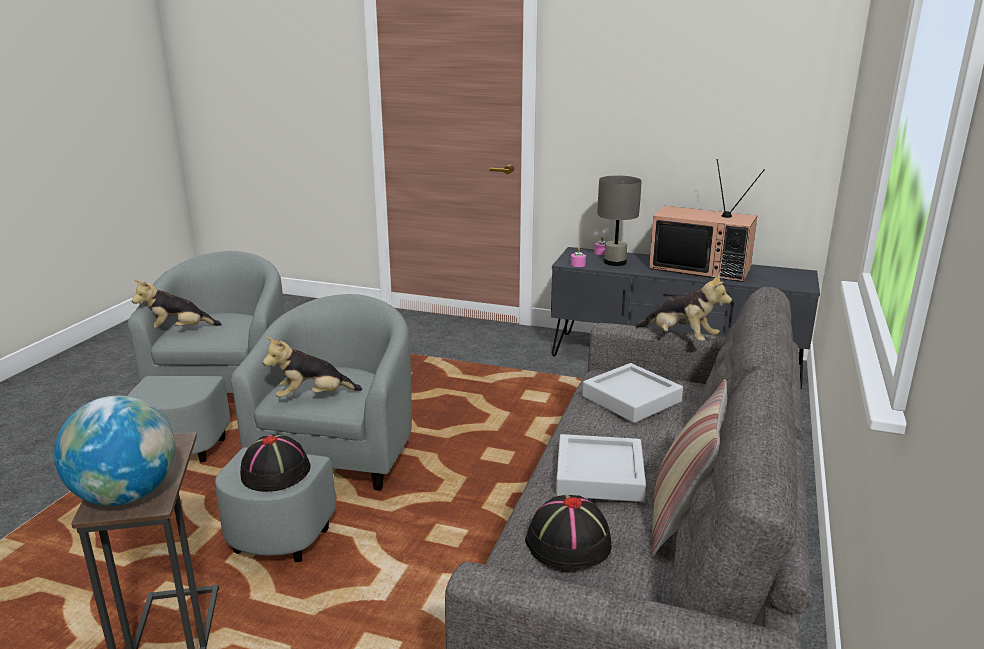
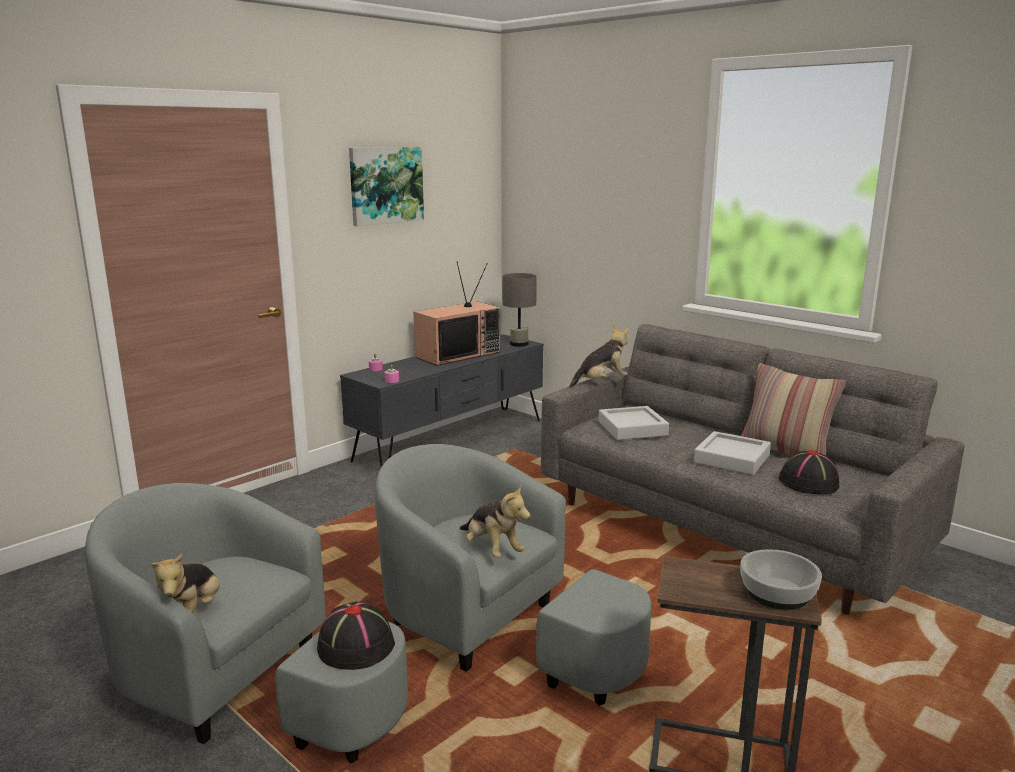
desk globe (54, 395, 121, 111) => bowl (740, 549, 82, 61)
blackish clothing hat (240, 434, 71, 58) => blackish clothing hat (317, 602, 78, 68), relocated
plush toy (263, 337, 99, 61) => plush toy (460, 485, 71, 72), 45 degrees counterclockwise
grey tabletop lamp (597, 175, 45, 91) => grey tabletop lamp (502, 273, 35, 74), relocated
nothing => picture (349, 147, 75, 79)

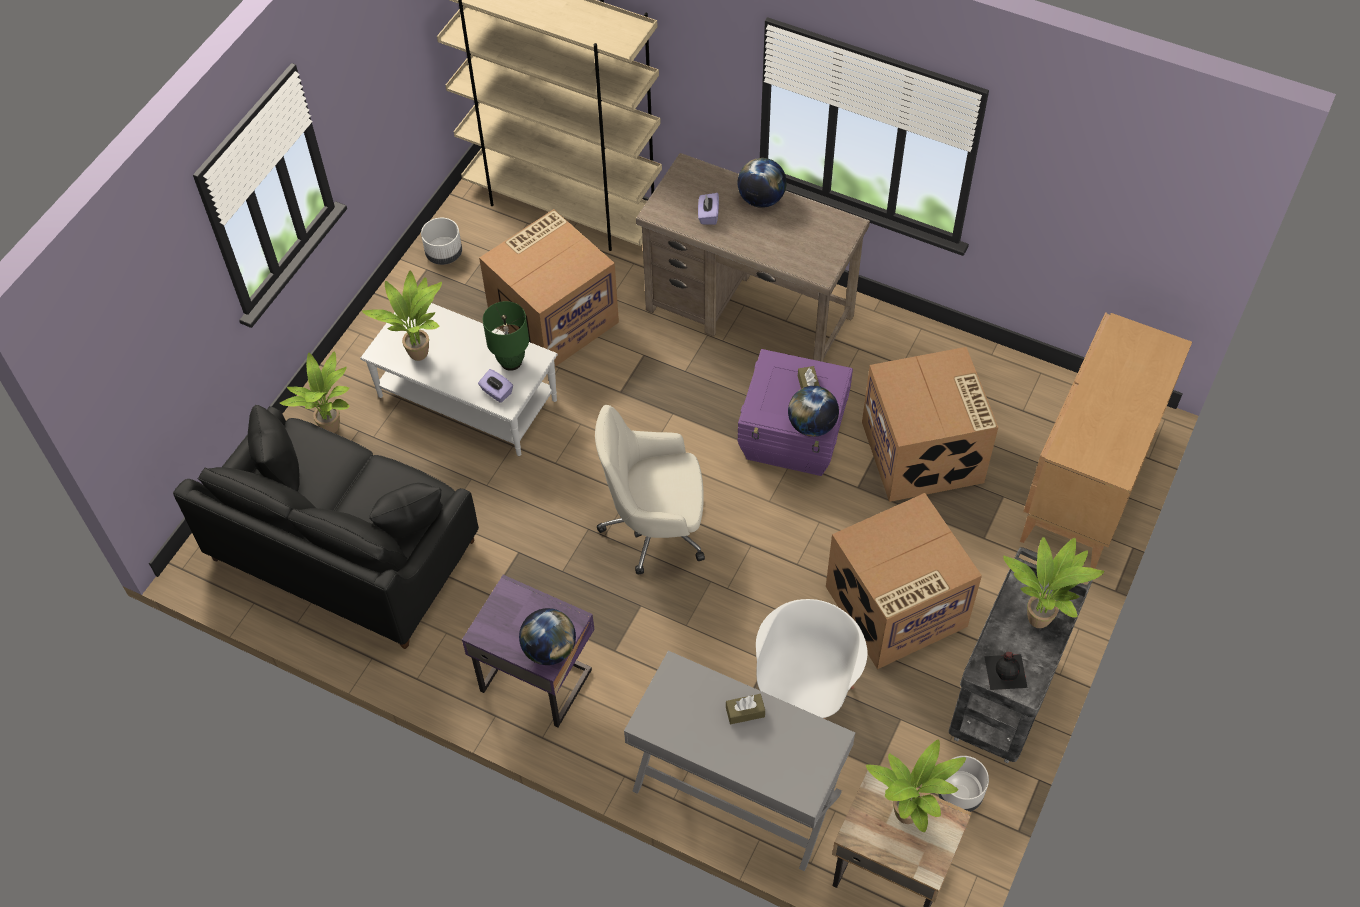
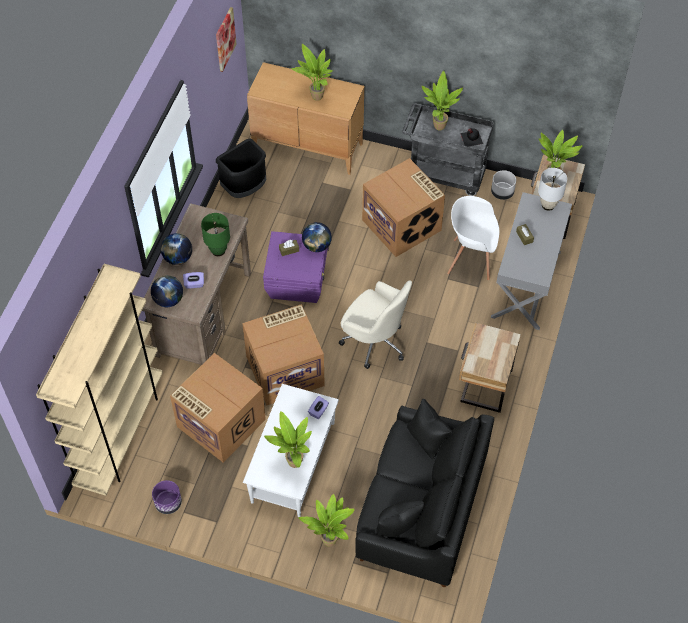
white-coloured planter (421, 218, 41, 47) => purple-coloured planter (152, 480, 30, 34)
purple-coloured night table (462, 575, 133, 152) => beige night table (459, 322, 62, 91)
green tabletop lamp (483, 301, 46, 70) => green tabletop lamp (201, 213, 29, 43), relocated
desk globe (519, 608, 57, 57) => desk globe (151, 275, 32, 32), relocated
beige office chair (595, 405, 110, 169) => beige office chair (339, 281, 73, 88), 45 degrees counterclockwise
cardboard box (862, 347, 136, 155) => cardboard box (242, 304, 83, 102), relocated
nothing => picture (216, 7, 21, 65)
nothing => blackish waste bin (216, 138, 50, 60)
nothing => houseplant (291, 44, 42, 57)
nothing => white-coloured tabletop lamp (538, 168, 29, 43)

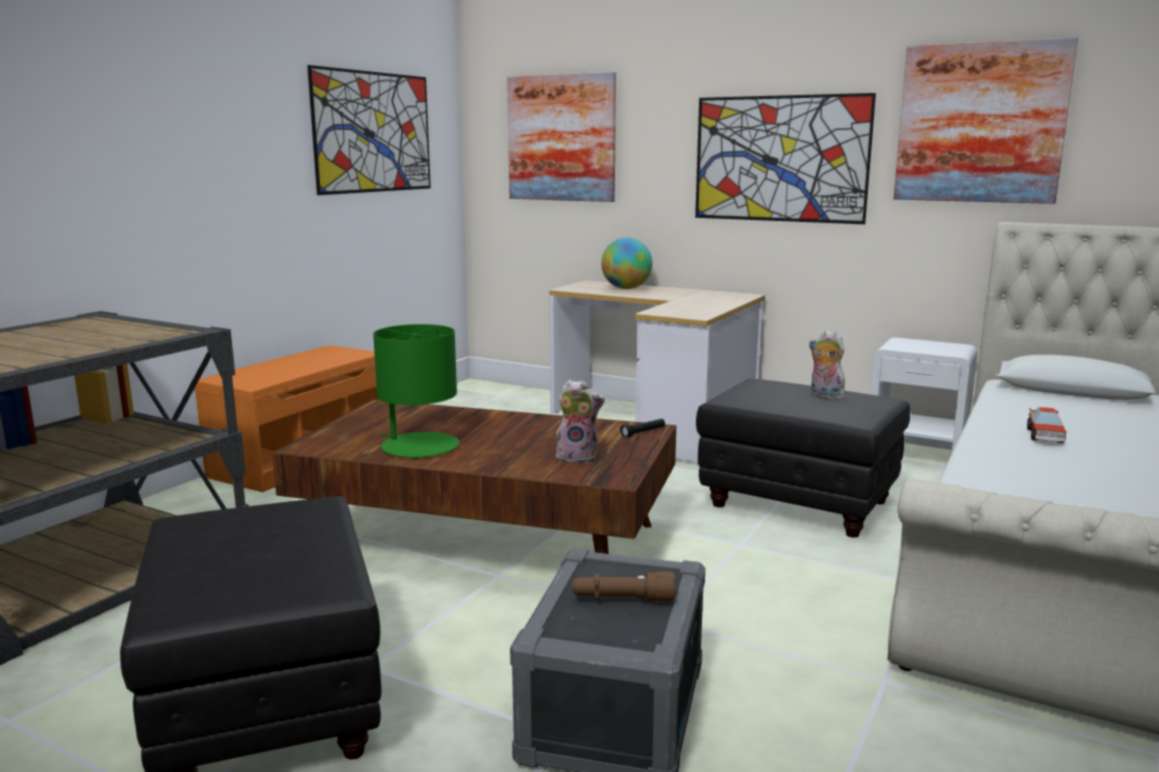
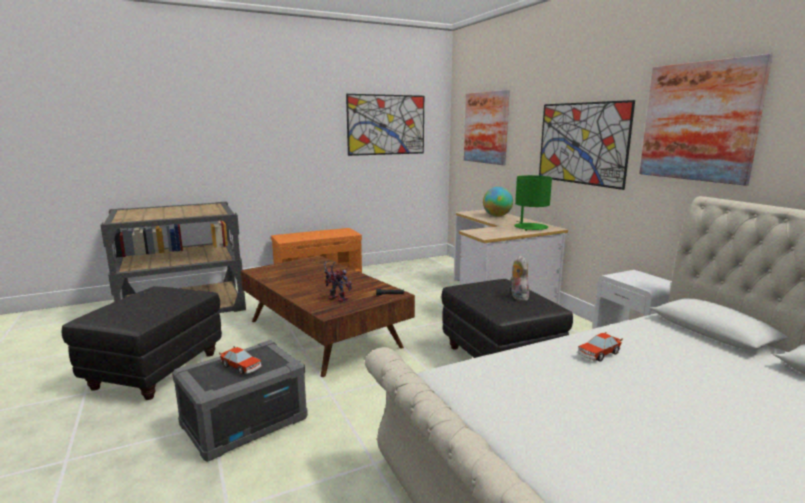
green tabletop lamp (373, 324, 86, 136) => green tabletop lamp (514, 175, 38, 56), relocated
plush toy (554, 380, 51, 83) => model robot (324, 262, 28, 40)
brown-coloured torch (573, 571, 102, 31) => toy car (219, 346, 43, 29)

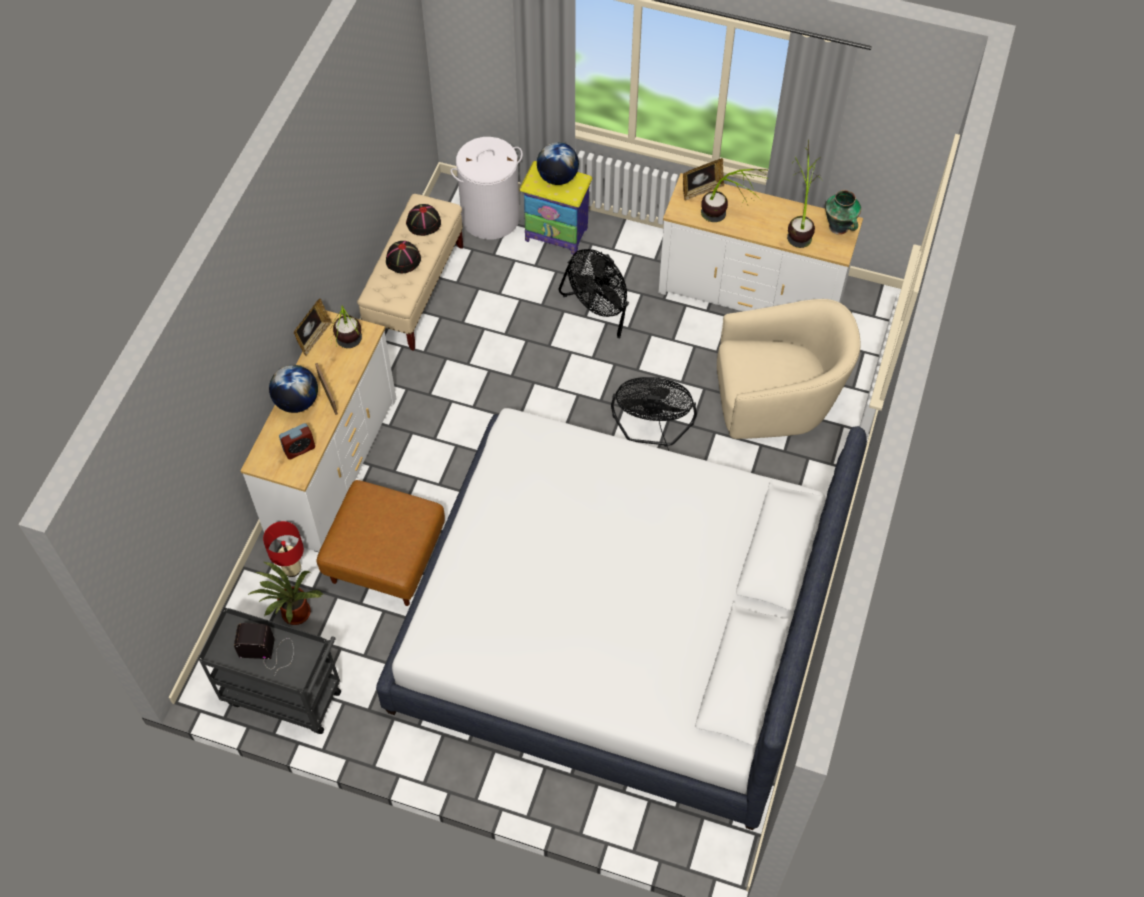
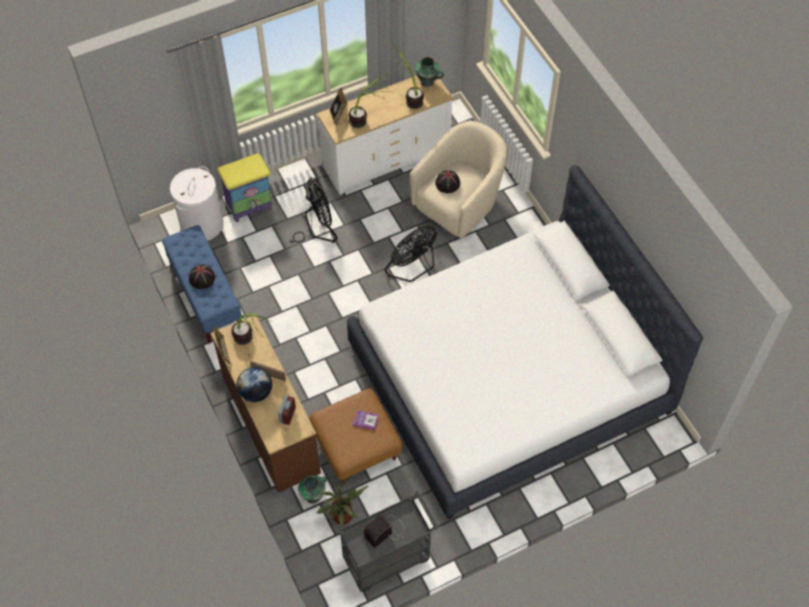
white-coloured drawer chest (241, 310, 156, 242) => brown-coloured drawer chest (211, 316, 110, 177)
reddish tabletop lamp (263, 521, 41, 56) => vase (298, 475, 29, 29)
beige bench (357, 194, 106, 157) => blue bench (162, 225, 80, 119)
blackish clothing hat (406, 204, 35, 32) => blackish clothing hat (435, 170, 25, 23), relocated
desk globe (537, 142, 42, 43) => nothing
blackish fan (559, 249, 70, 89) => blackish fan (289, 177, 48, 66), 105 degrees counterclockwise
nothing => book (353, 410, 26, 20)

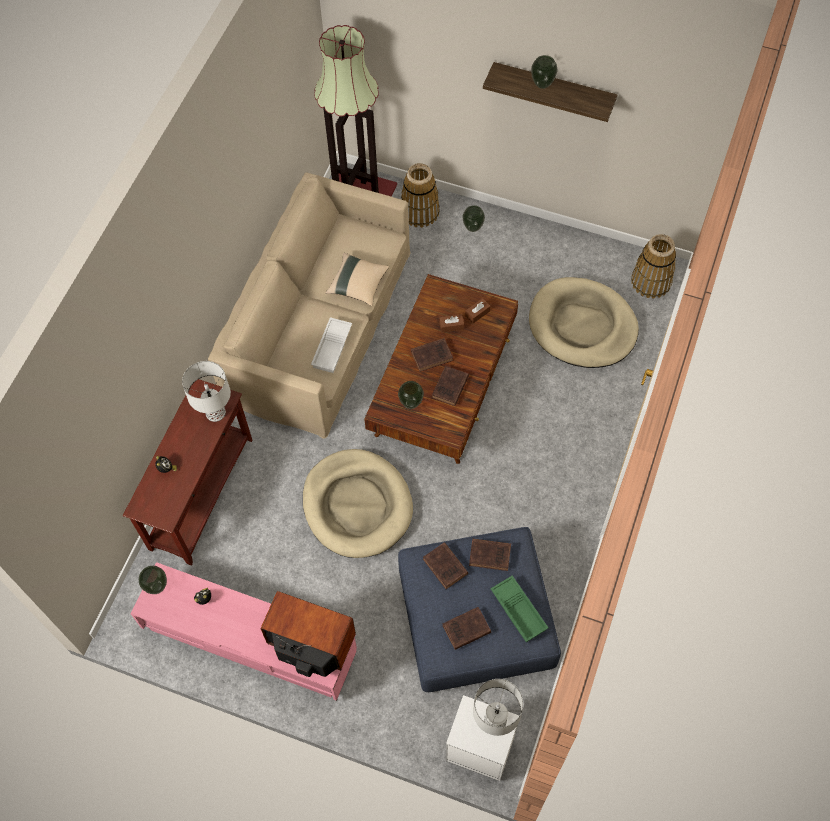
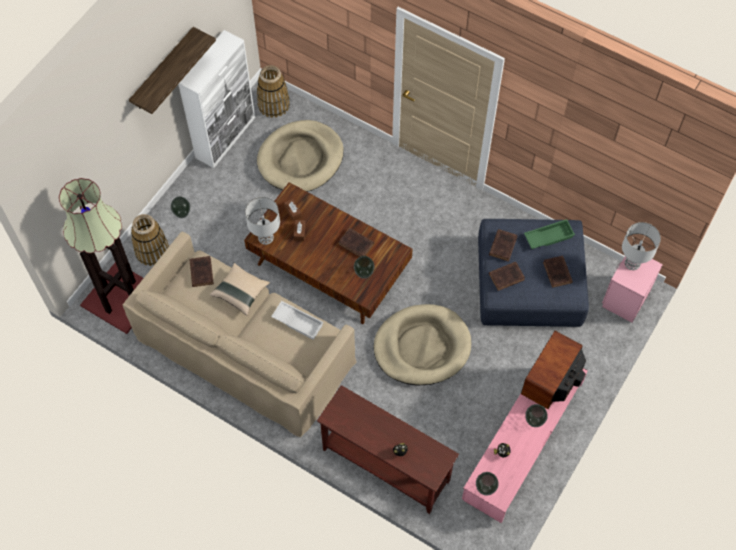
white-coloured tabletop lamp (182, 361, 49, 61) => white-coloured tabletop lamp (245, 197, 35, 48), relocated
brown-coloured book (411, 338, 42, 34) => brown-coloured book (189, 256, 25, 31), relocated
white-coloured night table (445, 695, 74, 86) => pink night table (602, 256, 61, 67)
vase (531, 55, 26, 34) => vase (525, 404, 23, 23), relocated
nothing => white-coloured cabinet (178, 30, 77, 138)

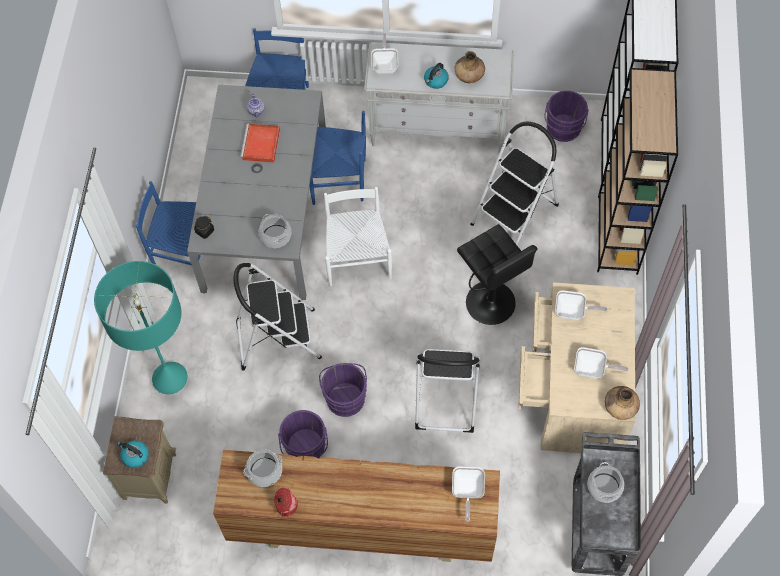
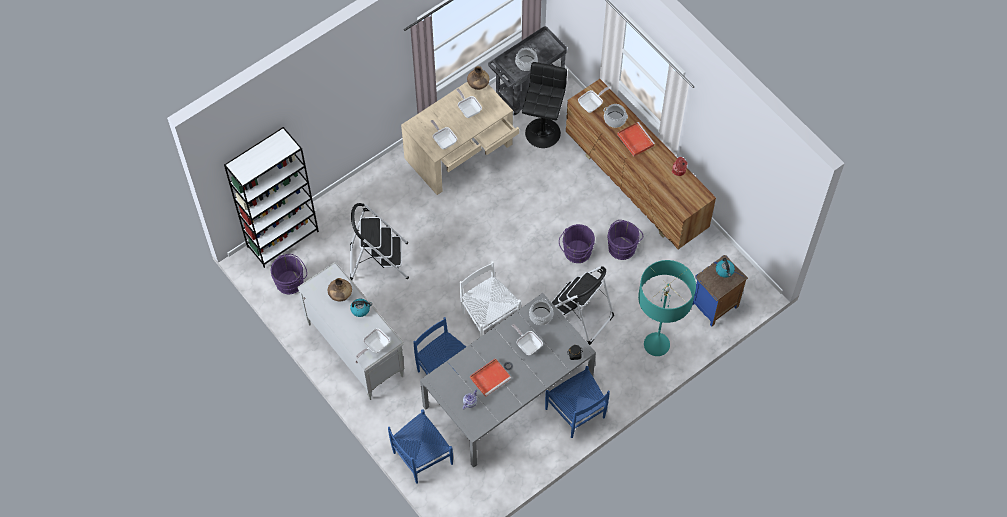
beige night table (103, 416, 73, 88) => blue night table (692, 255, 56, 72)
saucepot (243, 449, 40, 38) => saucepot (603, 104, 25, 24), relocated
white-coloured chair (324, 187, 68, 99) => white-coloured chair (460, 261, 61, 76), 105 degrees clockwise
step ladder (415, 349, 65, 84) => nothing
blackish stool (457, 224, 81, 101) => blackish stool (522, 62, 45, 86), relocated
beige bookcase (597, 68, 81, 207) => nothing
nothing => pan (512, 324, 31, 31)
nothing => reddish carrying tray (617, 122, 38, 34)

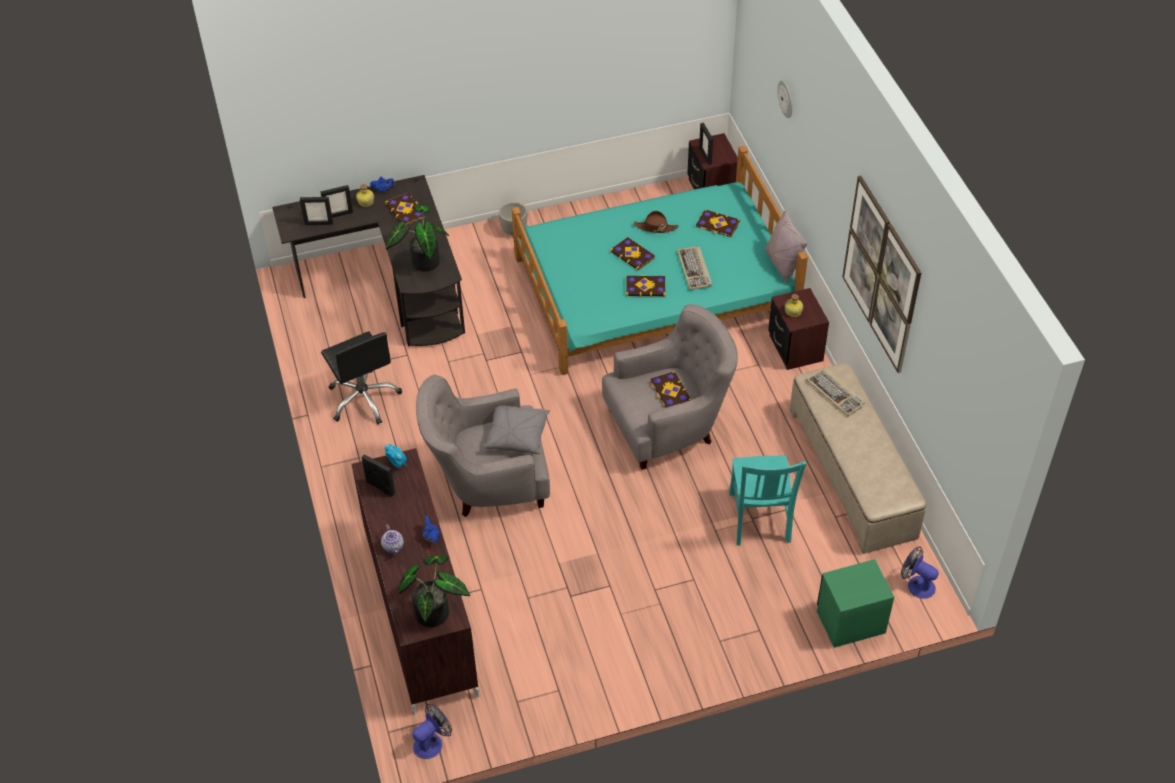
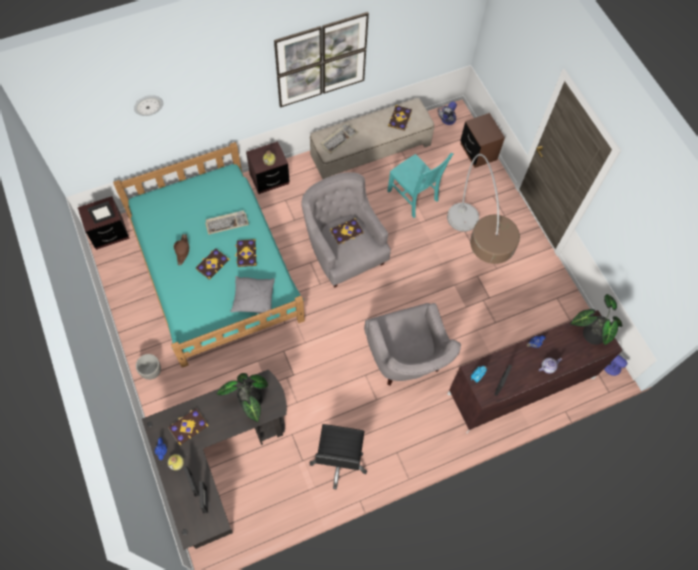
blackish office chair (321, 331, 81, 93) => blackish office chair (309, 424, 58, 65), 135 degrees clockwise
grey throw pillow (482, 405, 68, 49) => grey throw pillow (230, 276, 45, 40), relocated
book (696, 209, 44, 28) => book (388, 105, 24, 26), relocated
blue-green chair (729, 456, 77, 90) => blue-green chair (387, 153, 67, 65), 60 degrees clockwise
purple-coloured throw pillow (765, 209, 42, 74) => nothing
green night table (817, 559, 77, 89) => brown-coloured night table (460, 113, 45, 55)
nothing => standard lamp (447, 154, 73, 110)

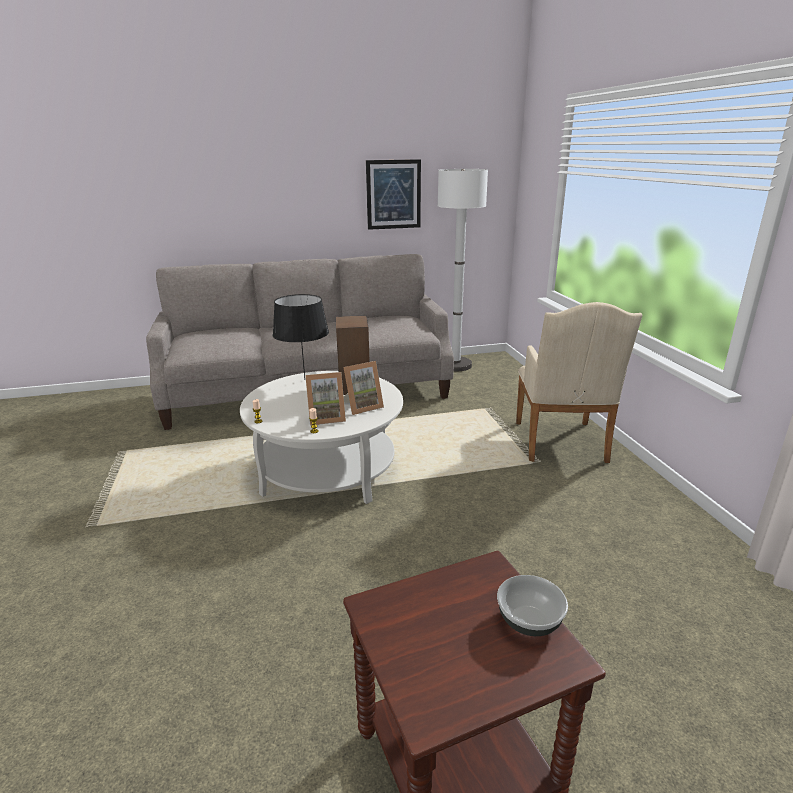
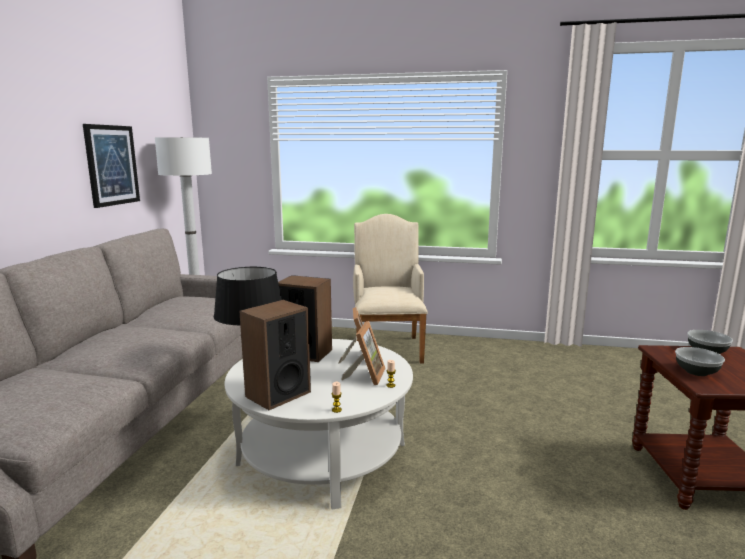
beige armchair (516, 302, 126, 161) => beige armchair (353, 214, 75, 149), 120 degrees counterclockwise
nothing => loudspeaker (239, 300, 72, 110)
nothing => bowl (675, 347, 50, 29)

